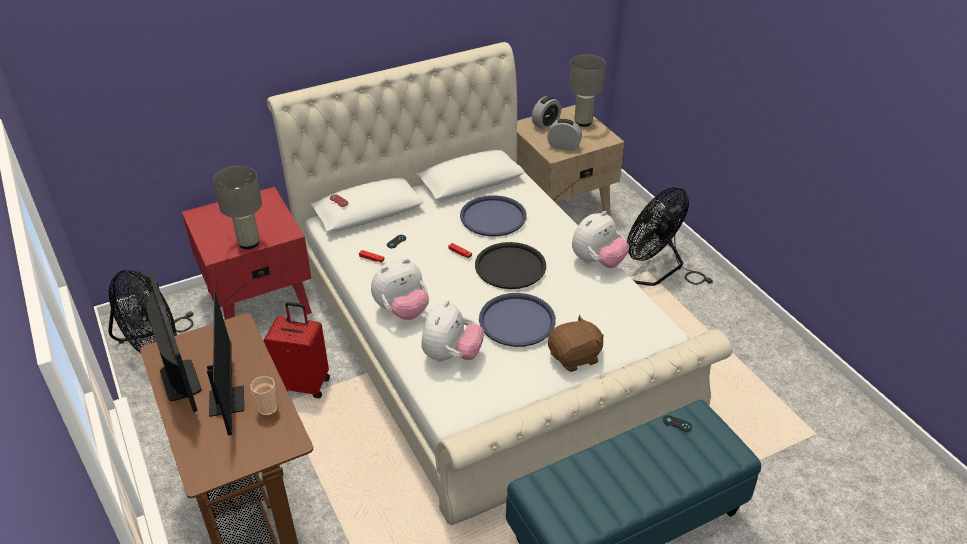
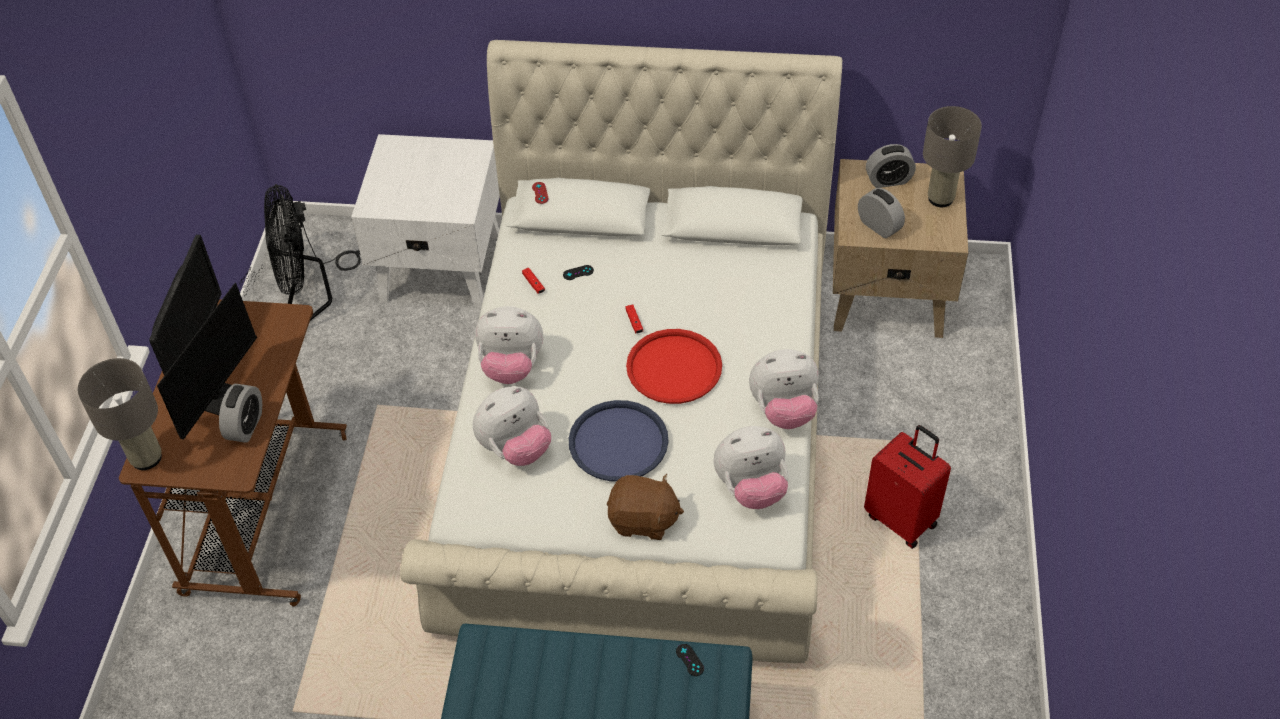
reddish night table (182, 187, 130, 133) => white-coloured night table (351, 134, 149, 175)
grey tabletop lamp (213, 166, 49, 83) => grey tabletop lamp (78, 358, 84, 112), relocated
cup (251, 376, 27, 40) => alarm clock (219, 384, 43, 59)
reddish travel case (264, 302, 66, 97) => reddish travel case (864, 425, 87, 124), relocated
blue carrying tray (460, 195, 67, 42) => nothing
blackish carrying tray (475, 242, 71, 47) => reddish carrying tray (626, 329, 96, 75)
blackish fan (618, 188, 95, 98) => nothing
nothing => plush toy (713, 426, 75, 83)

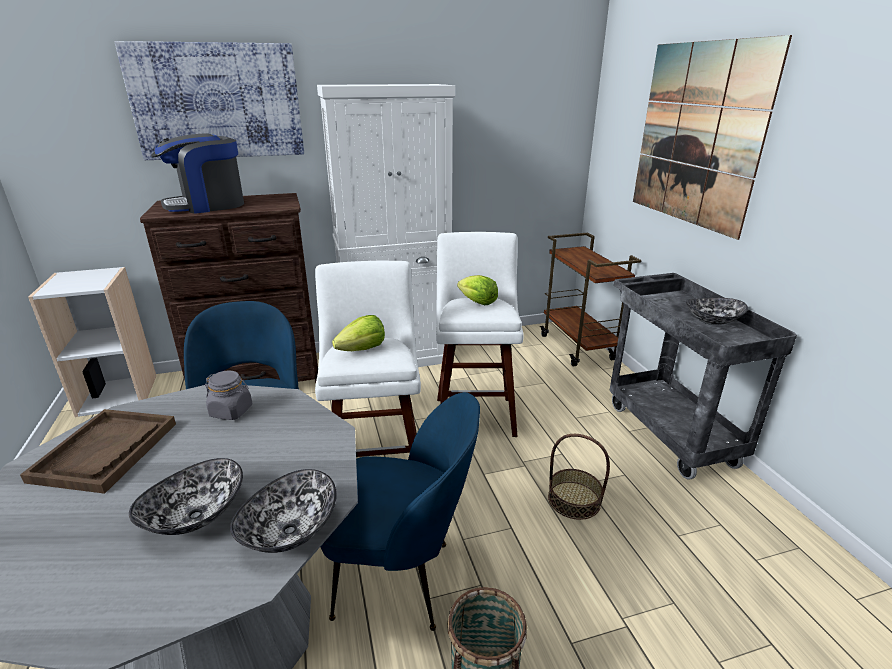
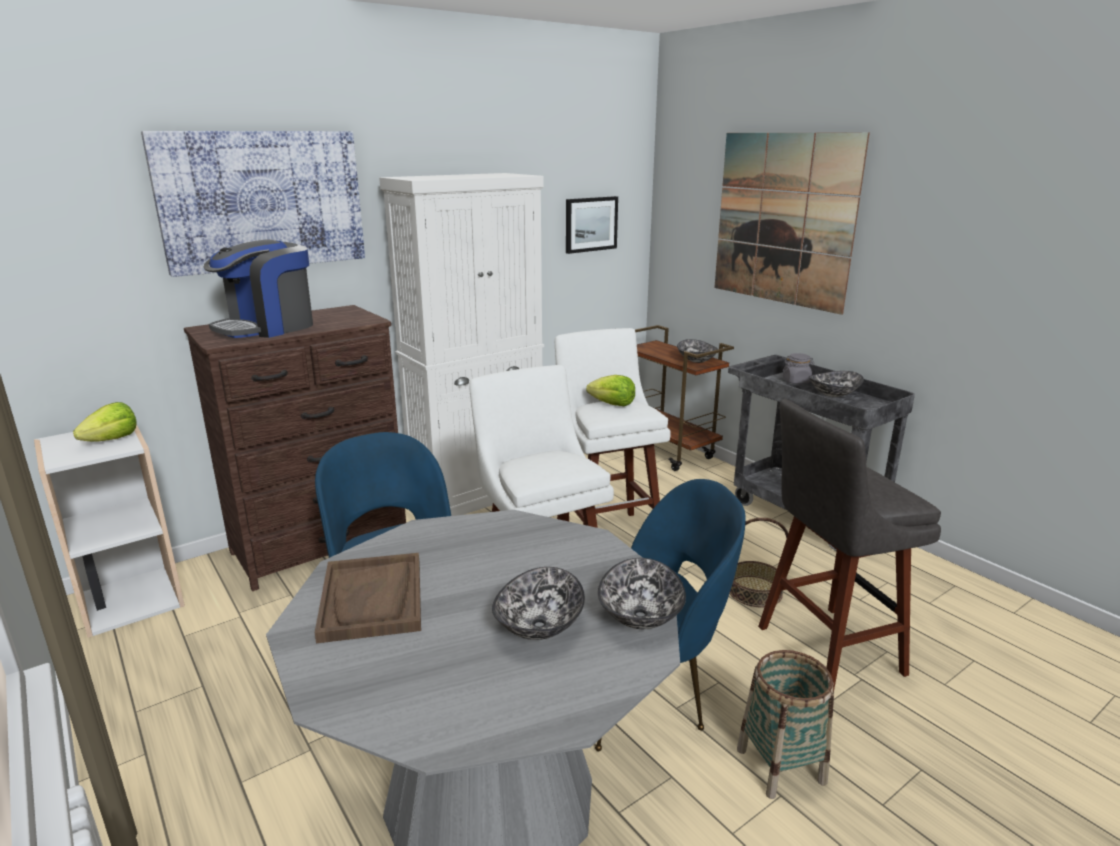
grey preserve jar (205, 370, 48, 50) => grey preserve jar (783, 353, 31, 31), relocated
lettuce head (332, 315, 53, 36) => lettuce head (73, 402, 64, 39), relocated
nothing => picture (566, 196, 52, 58)
nothing => bowl (677, 339, 41, 24)
nothing => grey stool (758, 399, 183, 292)

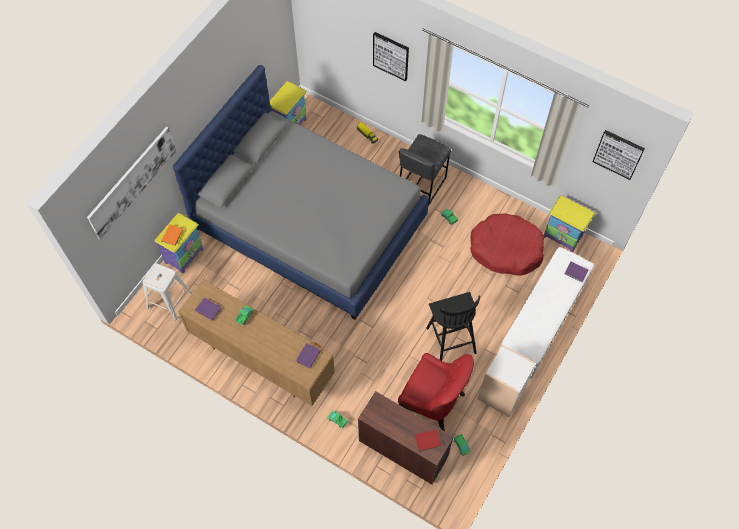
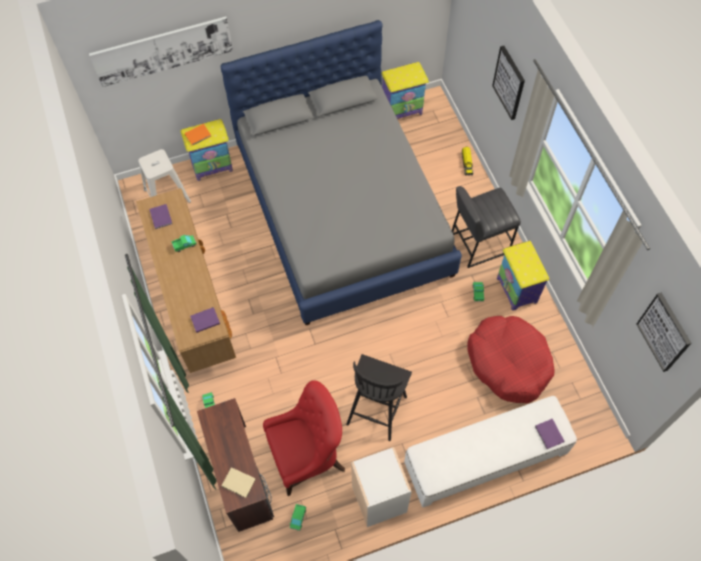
reddish chair (398, 353, 76, 78) => reddish chair (263, 380, 82, 116), 90 degrees counterclockwise
reddish book (415, 430, 26, 22) => beige book (222, 467, 33, 31)
night table (544, 195, 51, 57) => night table (497, 241, 53, 69), relocated

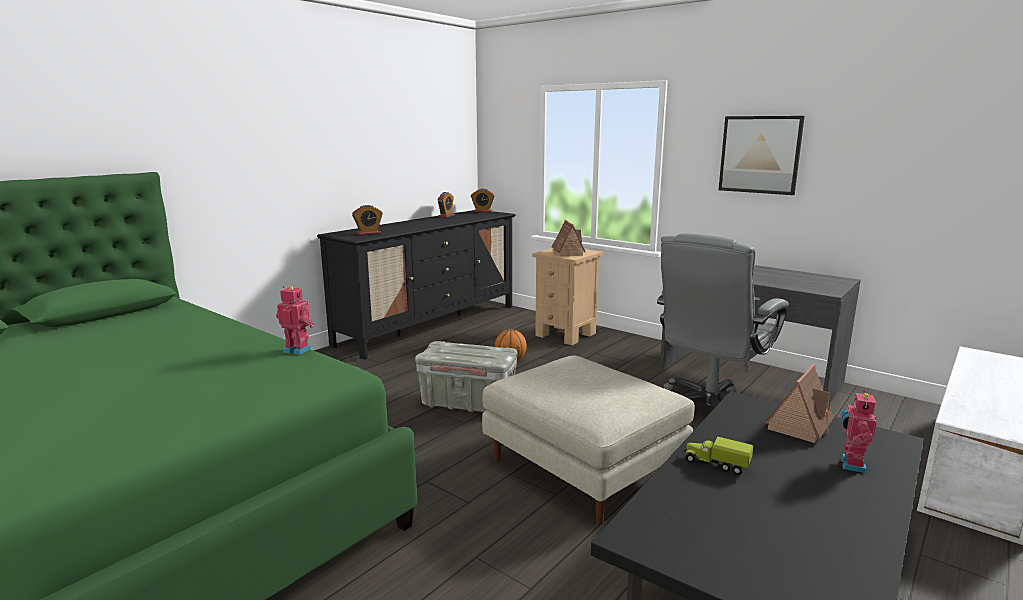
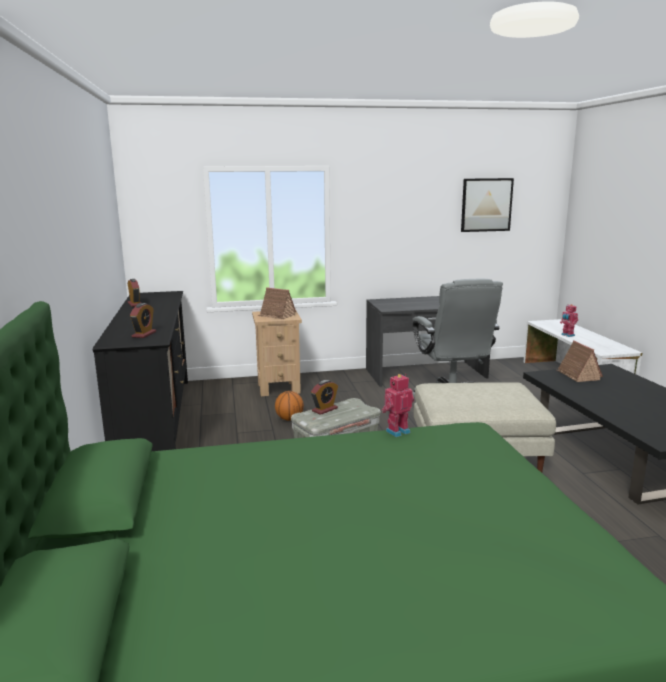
alarm clock (471, 189, 23, 24) => alarm clock (311, 380, 27, 35), relocated
toy truck (682, 437, 71, 38) => nothing
picture (719, 116, 86, 79) => picture (461, 178, 53, 54), relocated
model robot (841, 391, 36, 82) => model robot (560, 304, 18, 33), relocated

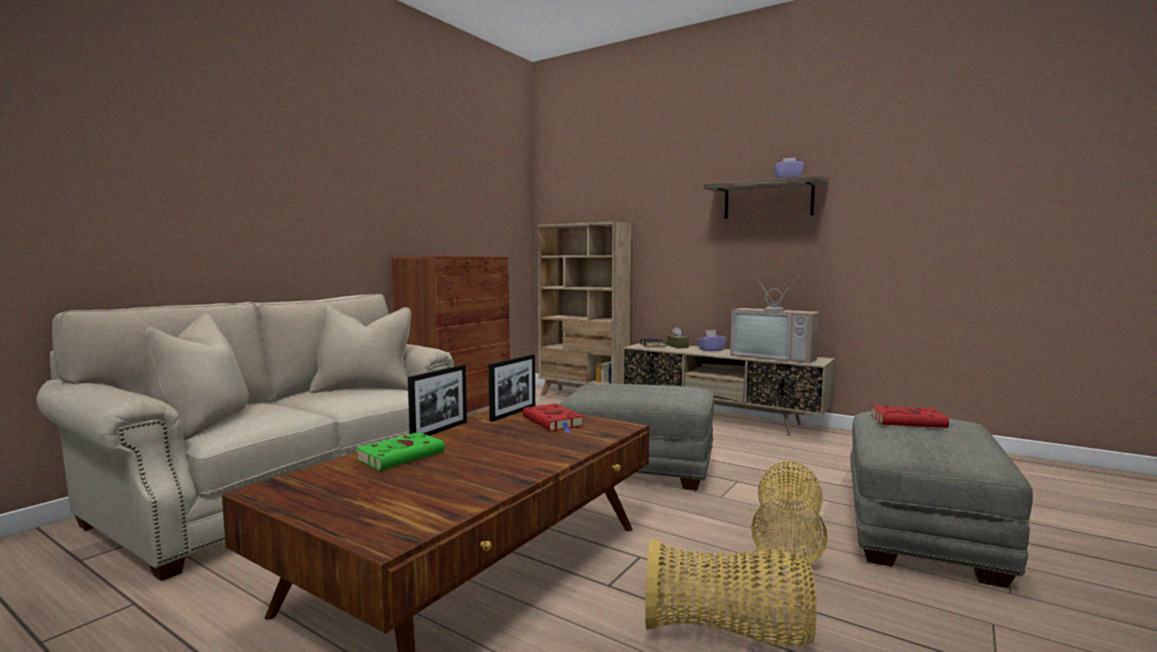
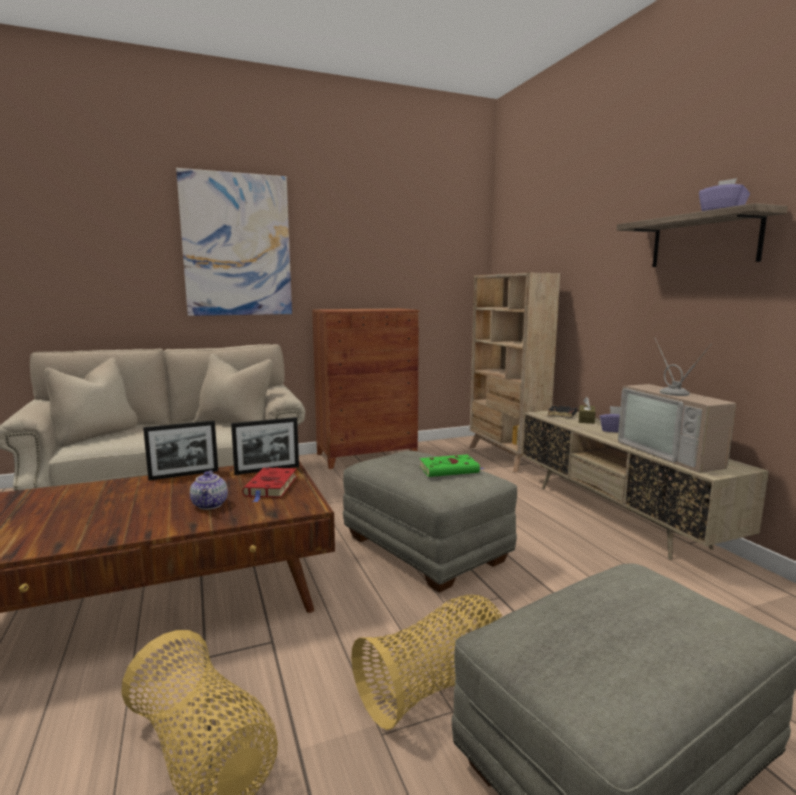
green book (356, 432, 89, 38) => green book (419, 455, 65, 22), relocated
reddish book (871, 406, 85, 22) => nothing
nothing => picture (176, 168, 116, 148)
nothing => pot for tea (190, 470, 38, 40)

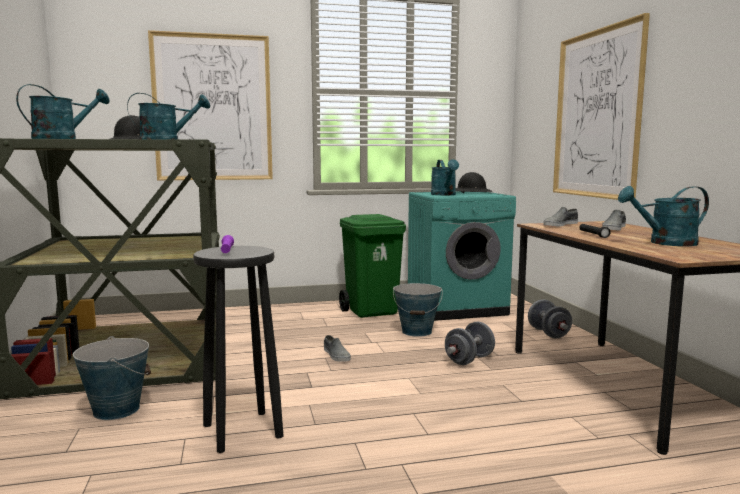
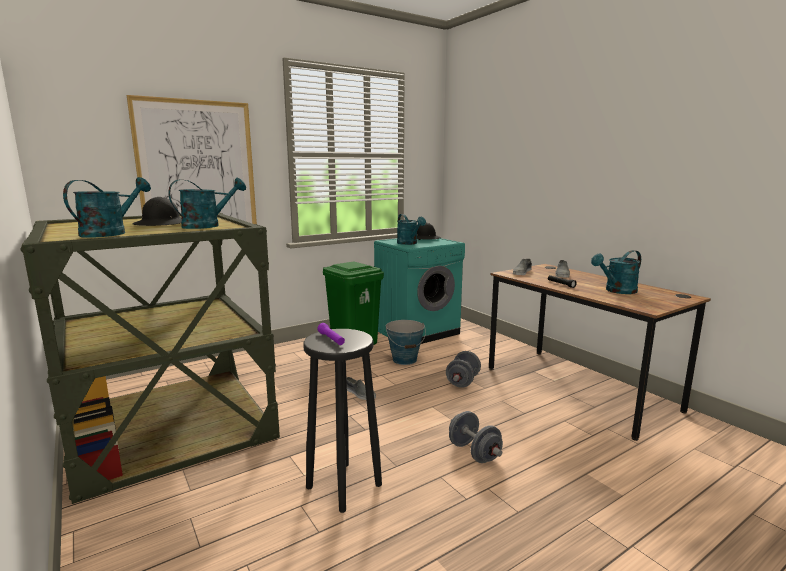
water bucket (73, 336, 78, 84) => nothing
grey dumbbell (528, 299, 44, 39) => grey dumbbell (449, 411, 54, 52), relocated
picture (553, 13, 97, 187) => nothing

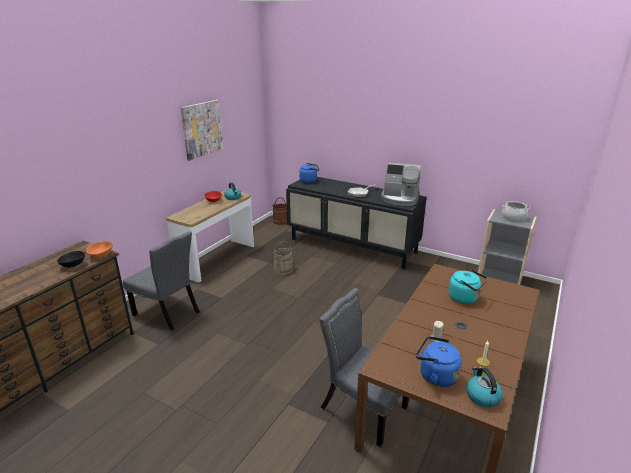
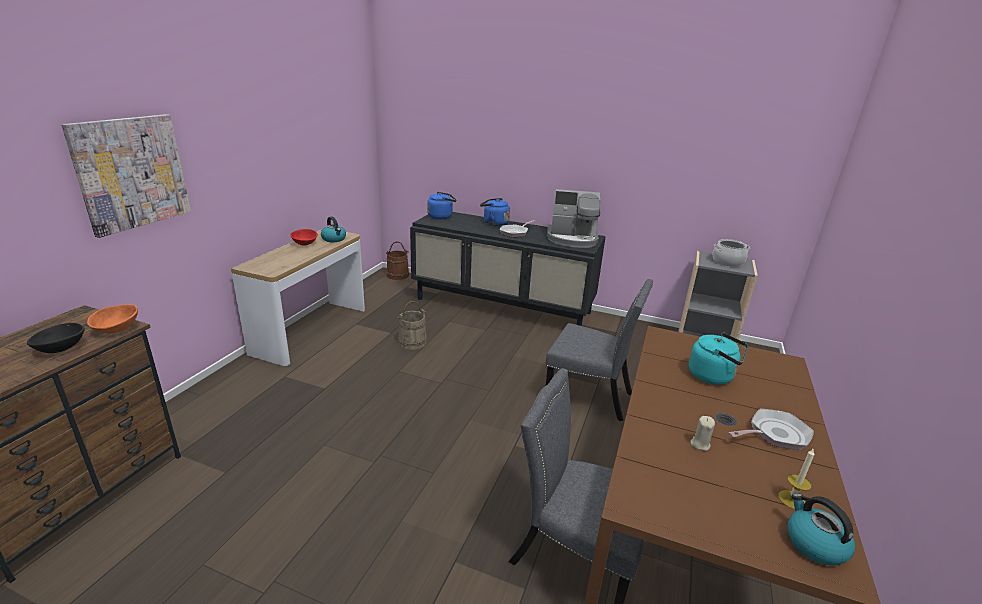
grey chair (123, 231, 77, 99) => grey chair (545, 279, 108, 142), relocated
picture (181, 100, 43, 61) => picture (61, 114, 130, 124), relocated
blue water kettle (416, 336, 46, 51) => blue water kettle (480, 198, 30, 28), relocated
nothing => pan (728, 409, 86, 41)

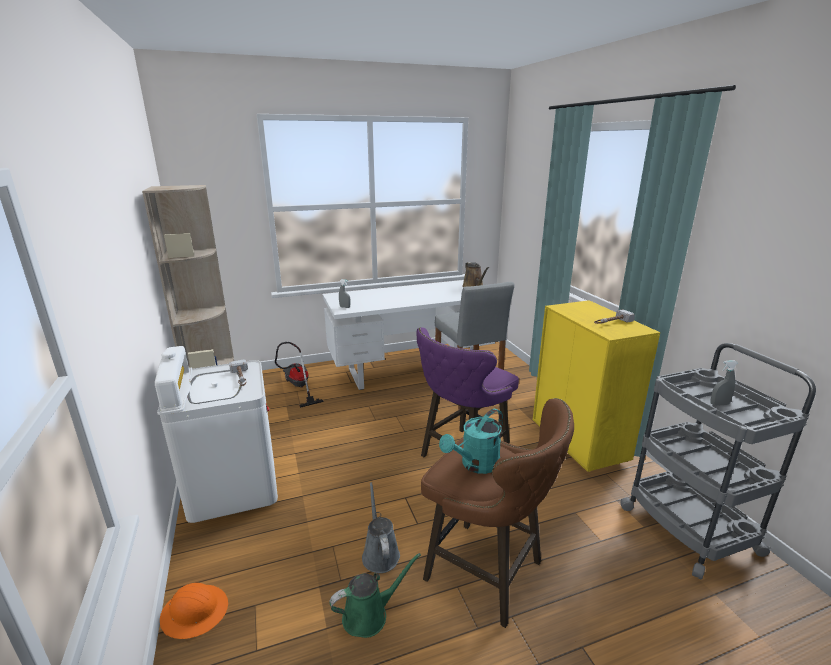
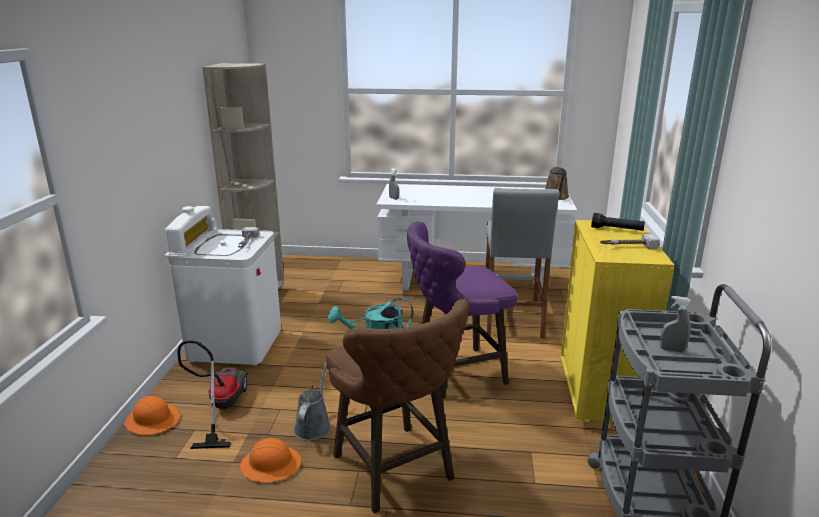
hoover (275, 342, 49, 66) => hoover (177, 340, 71, 109), relocated
green watering can (329, 553, 92, 85) => orangey work helmet (240, 438, 61, 44)
nothing => blackish torch (591, 213, 54, 18)

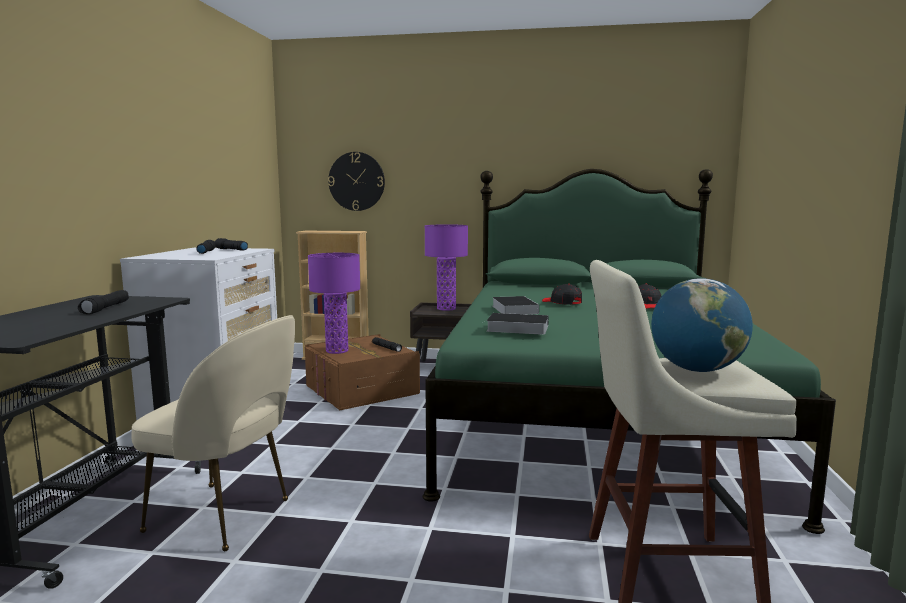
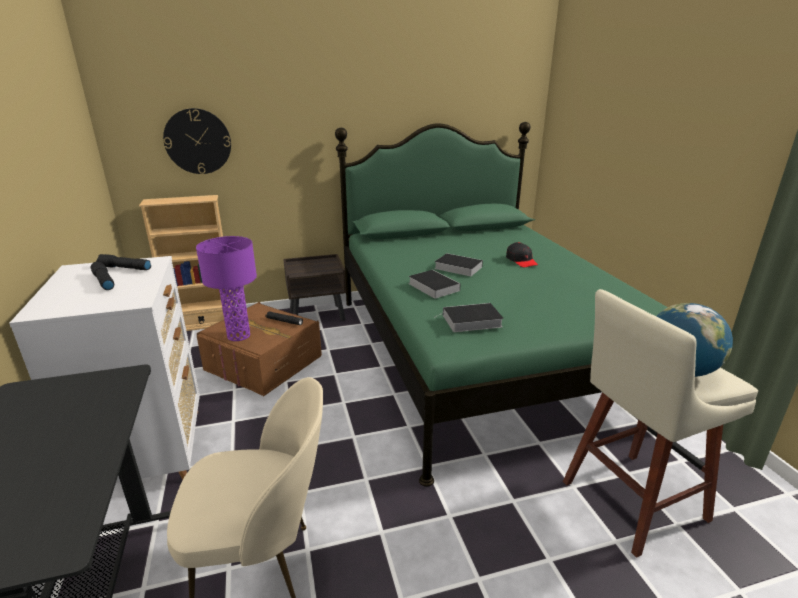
blackish torch (78, 290, 51, 24) => nothing
purple-coloured tabletop lamp (425, 224, 43, 87) => nothing
blackish baseball cap (542, 284, 40, 21) => book (434, 253, 49, 23)

